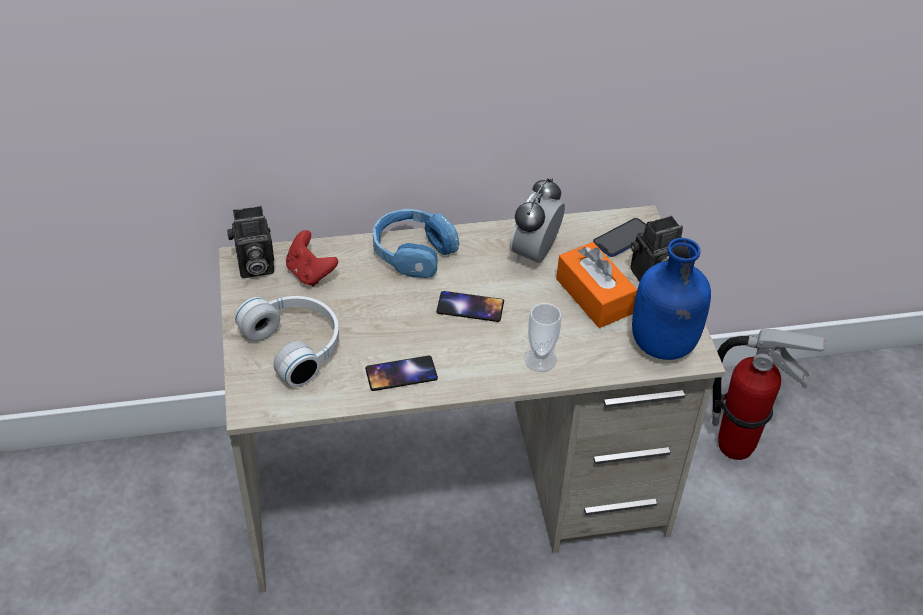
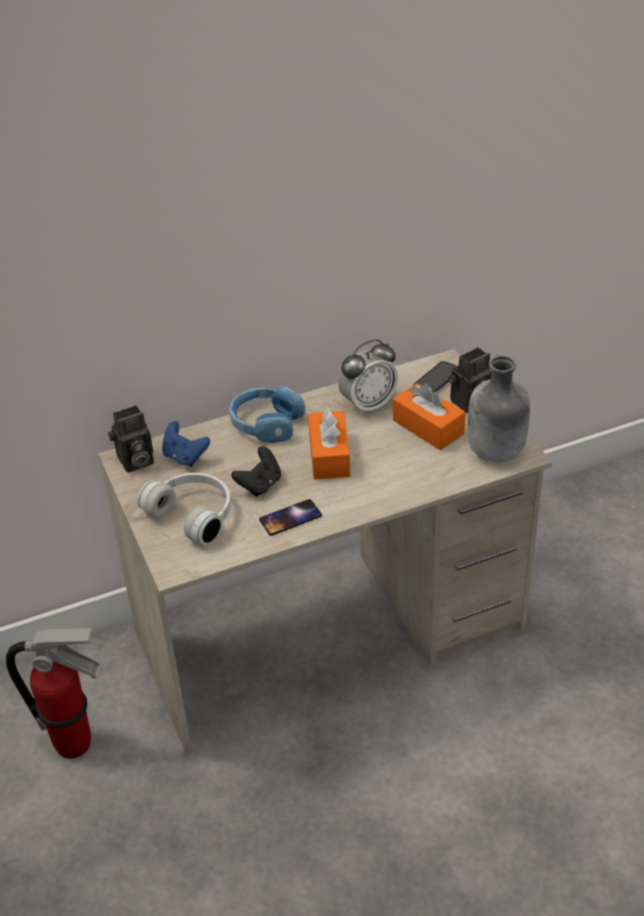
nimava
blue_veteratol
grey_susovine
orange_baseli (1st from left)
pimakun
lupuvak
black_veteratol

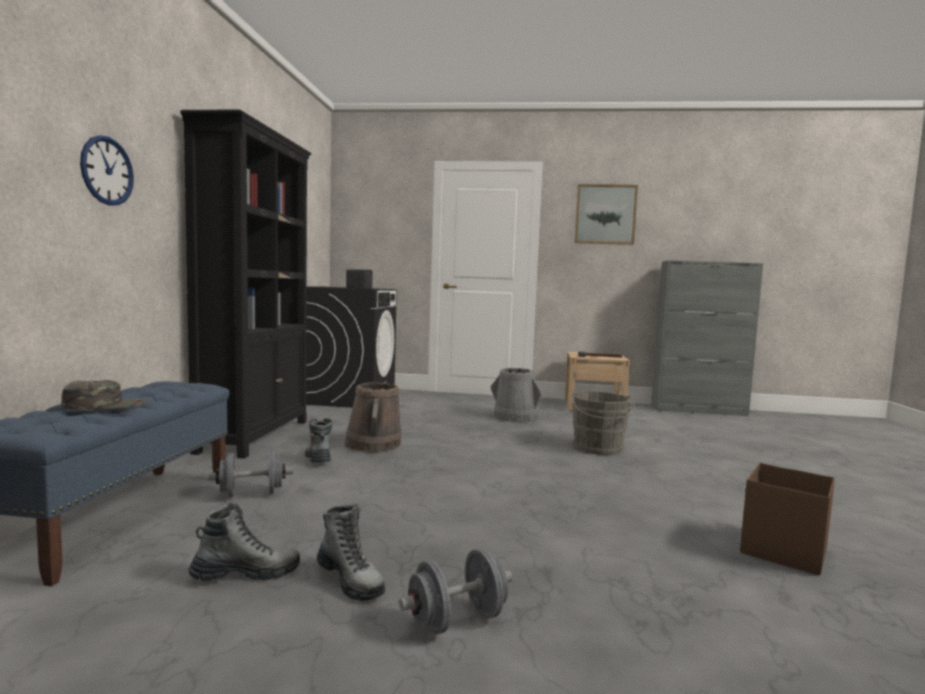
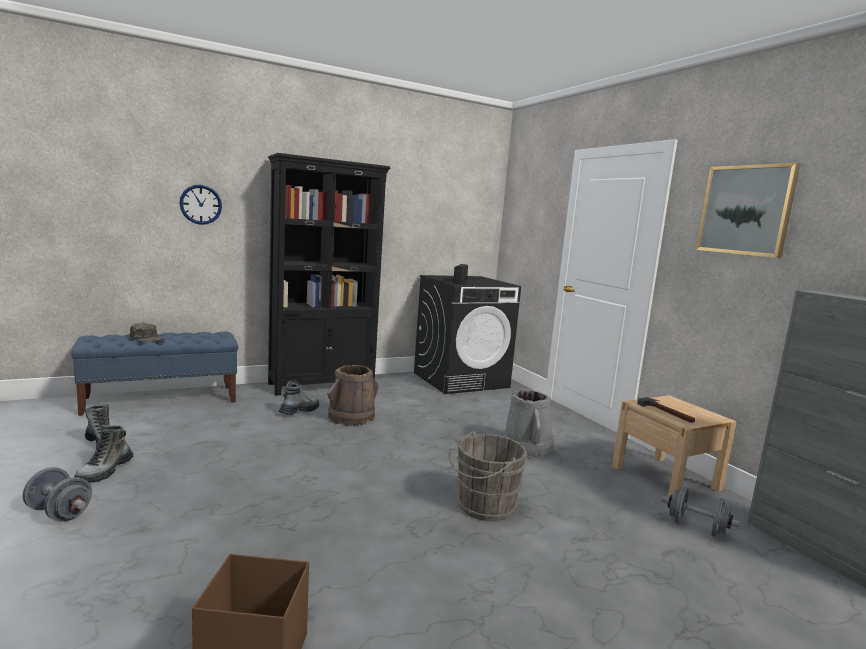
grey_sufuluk (2nd from left)

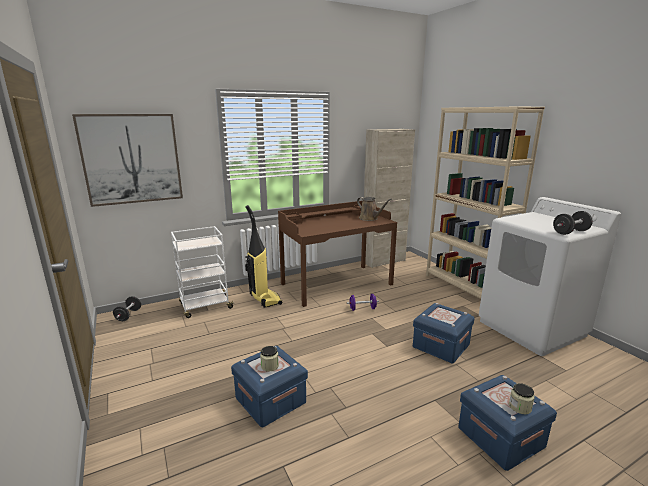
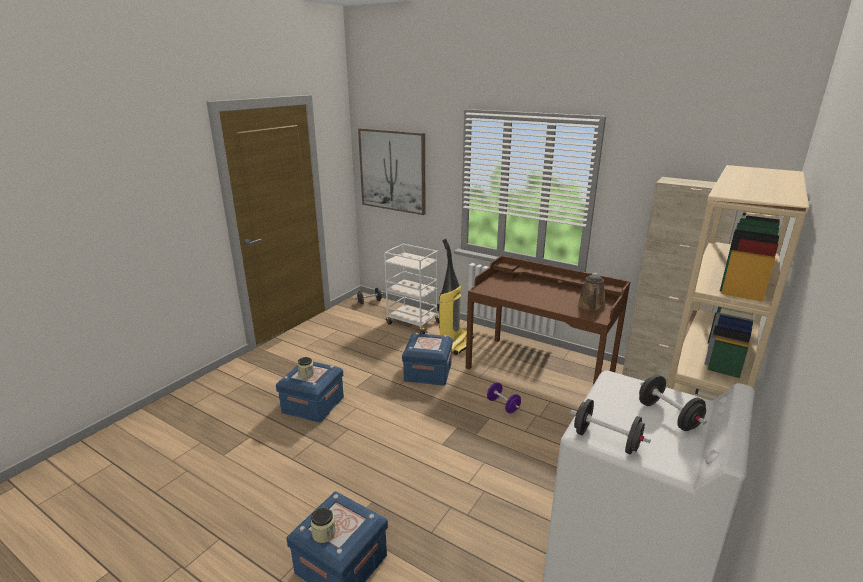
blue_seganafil (3rd from left)
black_sufuluk (3rd from left)

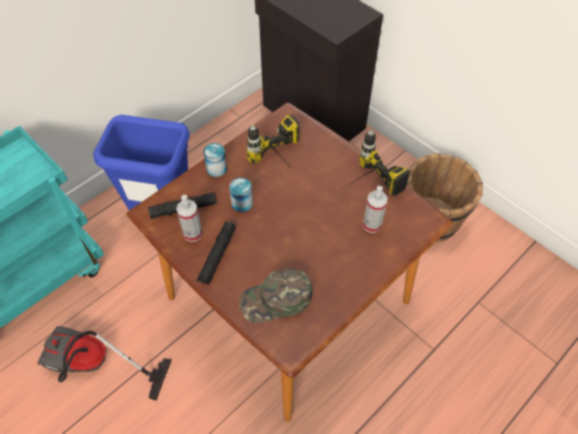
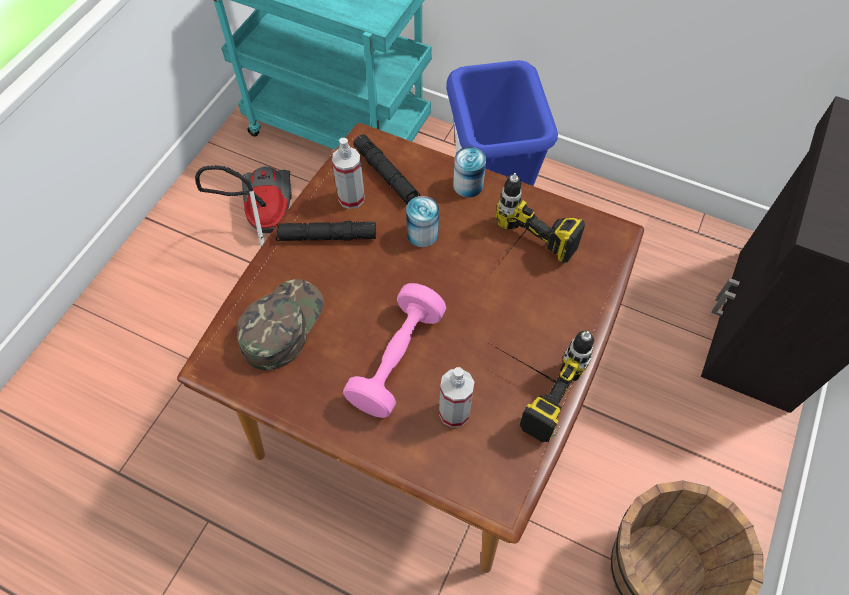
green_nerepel
pink_sufuluk

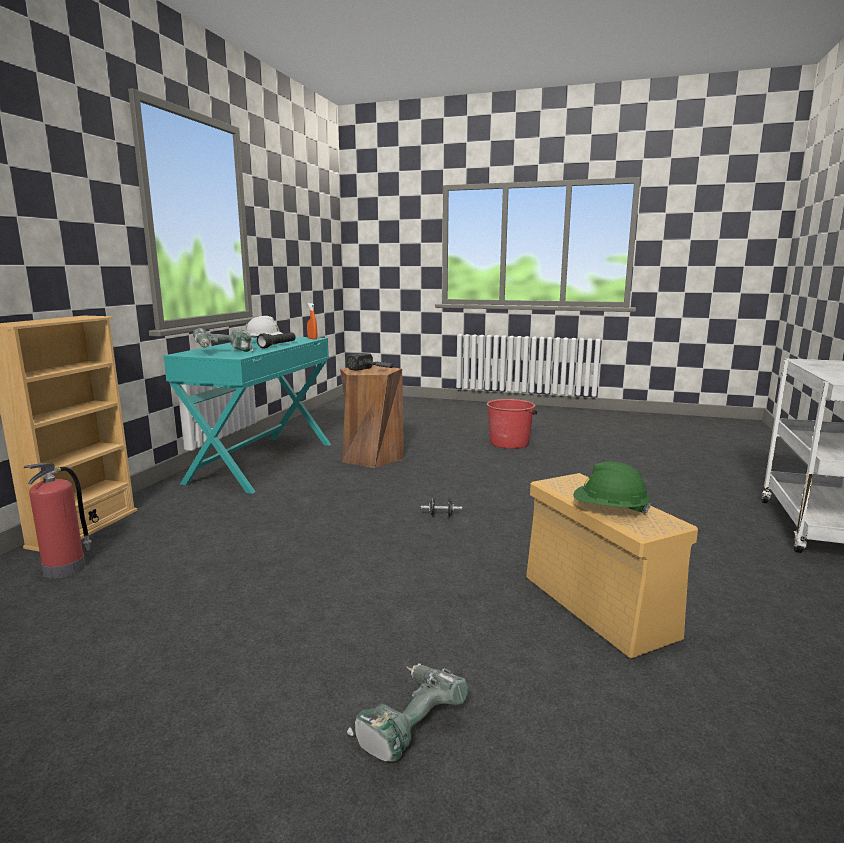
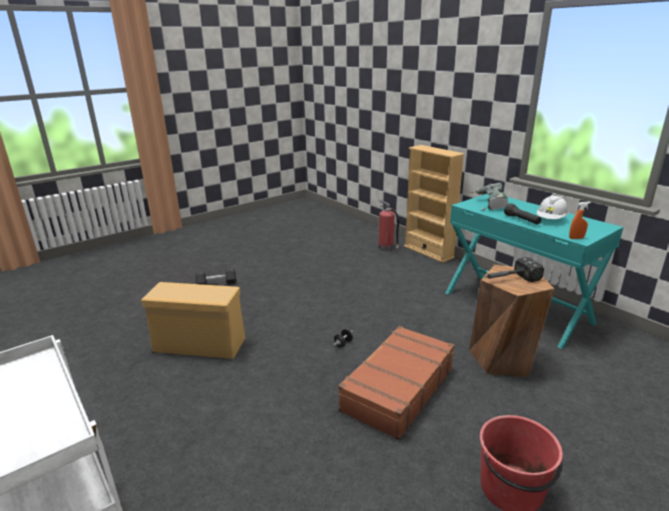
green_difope
black_sufuluk (1st from left)
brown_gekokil

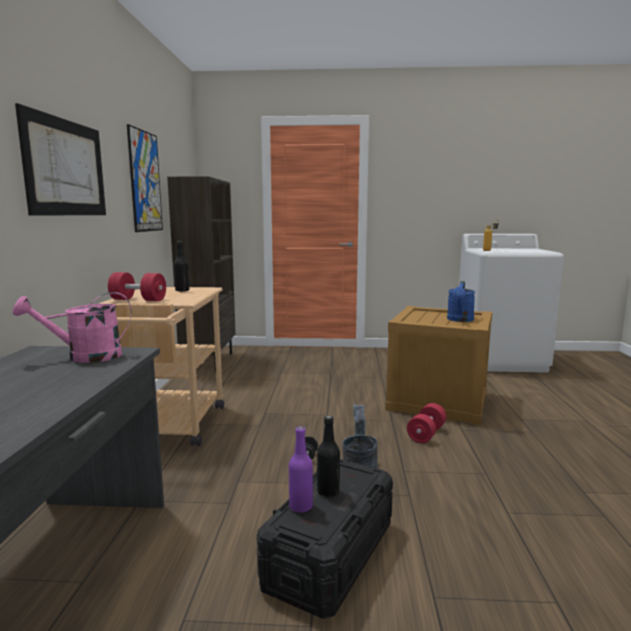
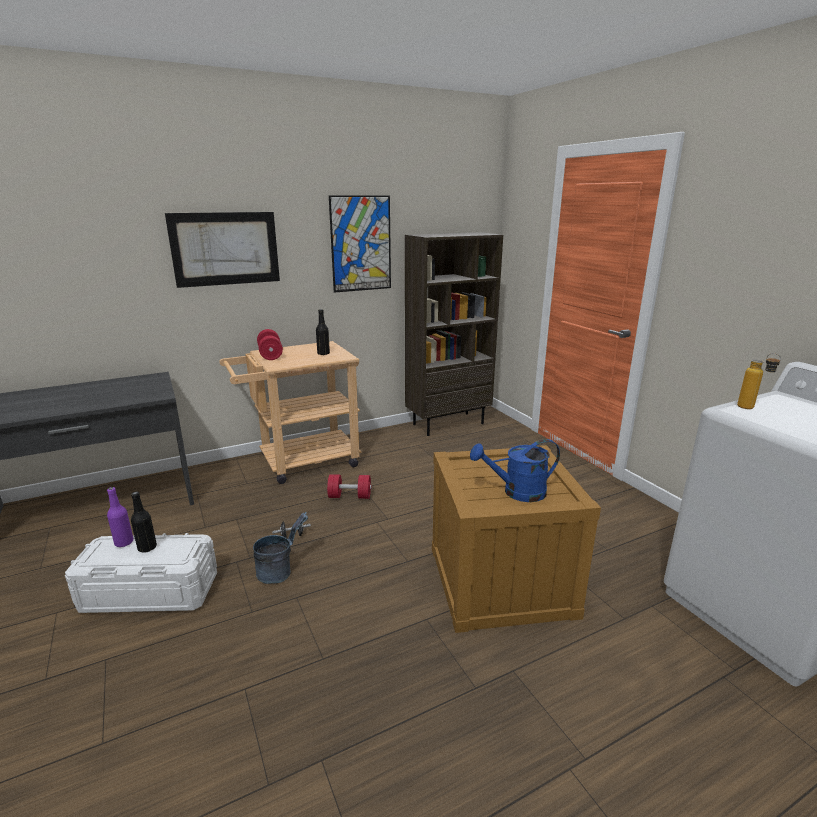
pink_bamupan
red_sufuluk (2nd from left)
white_seganafil

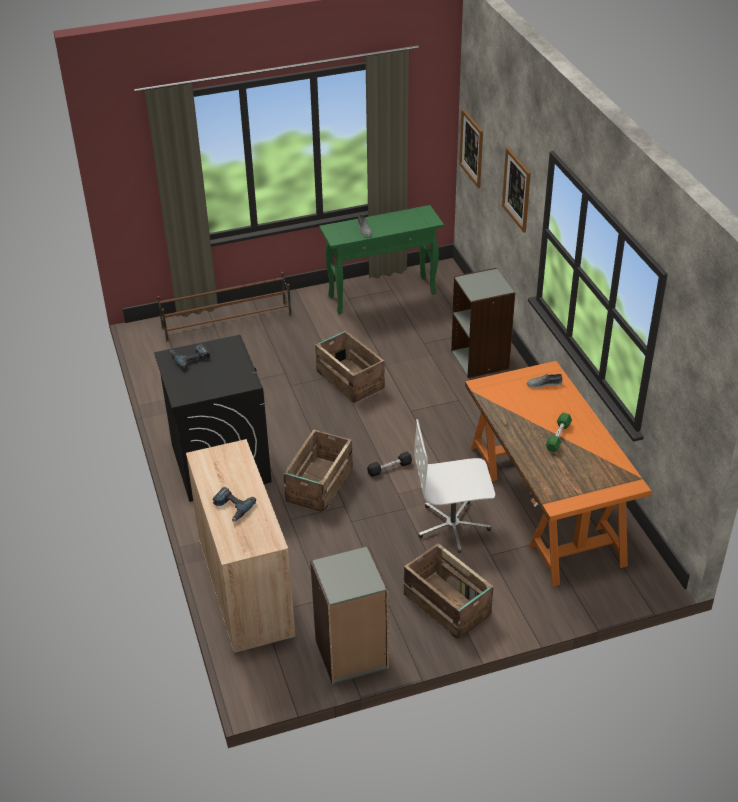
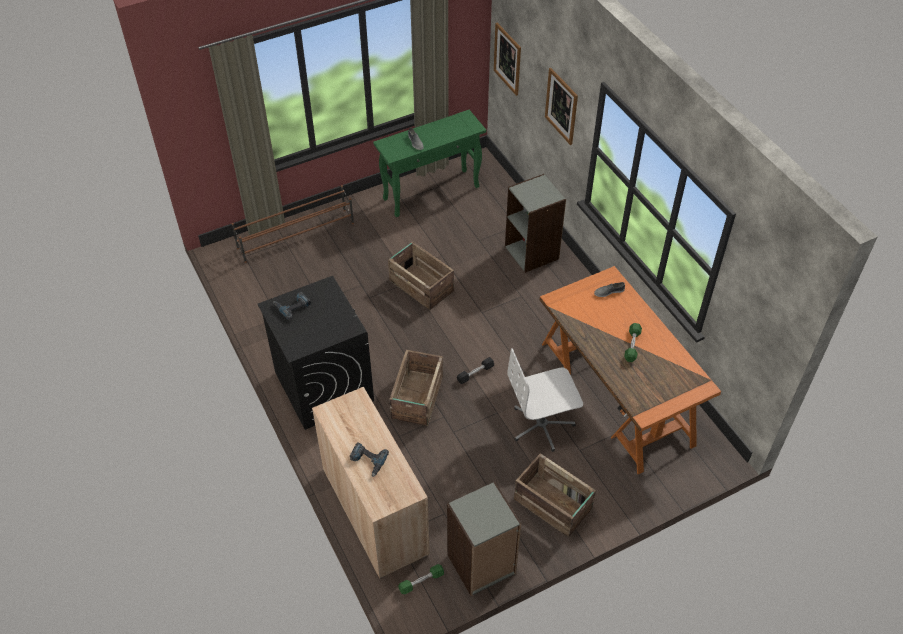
green_sufuluk (1st from left)

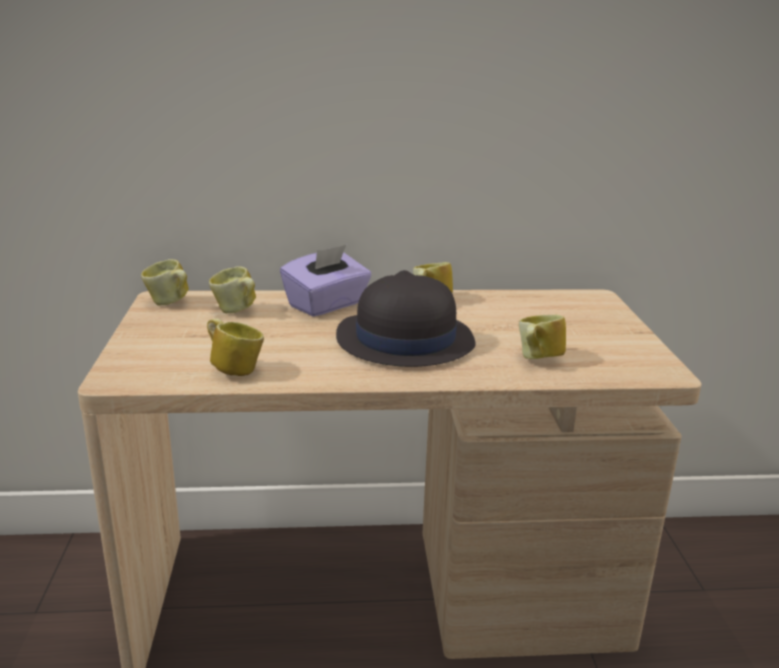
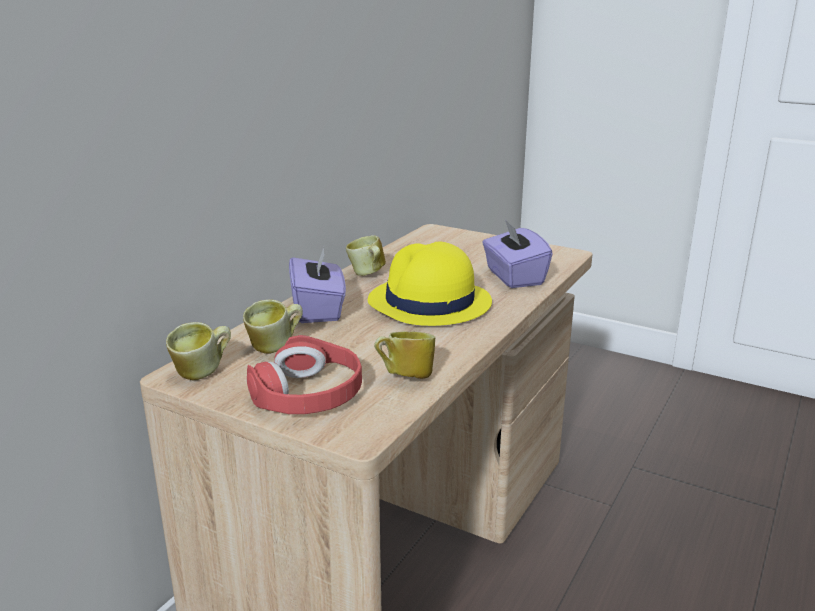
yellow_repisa
purple_baseli (2nd from left)
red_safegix

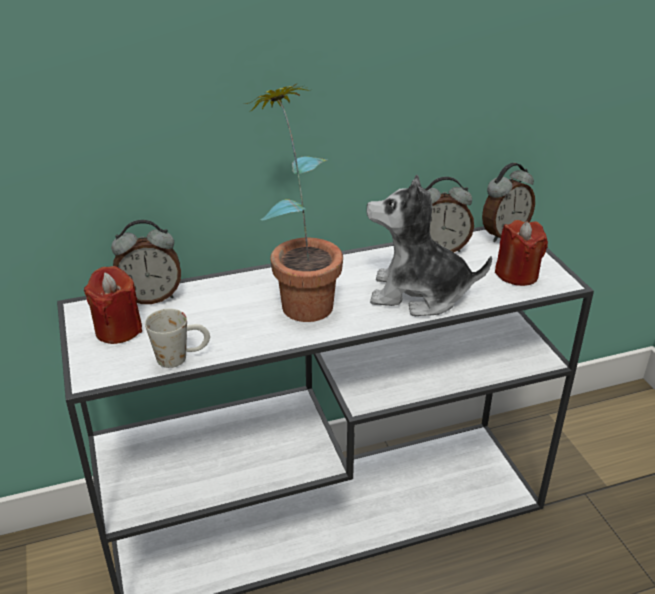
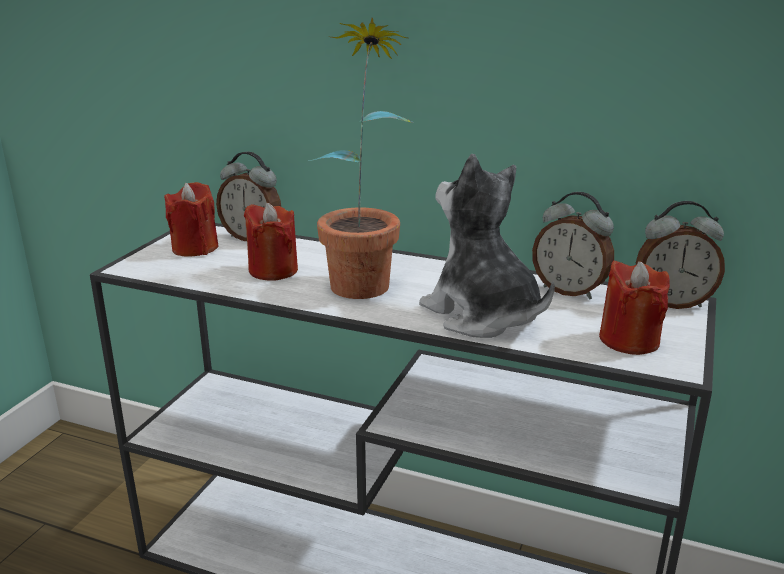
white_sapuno
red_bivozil (2nd from left)

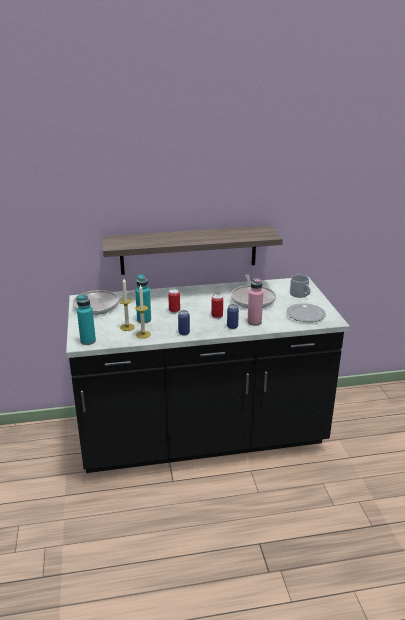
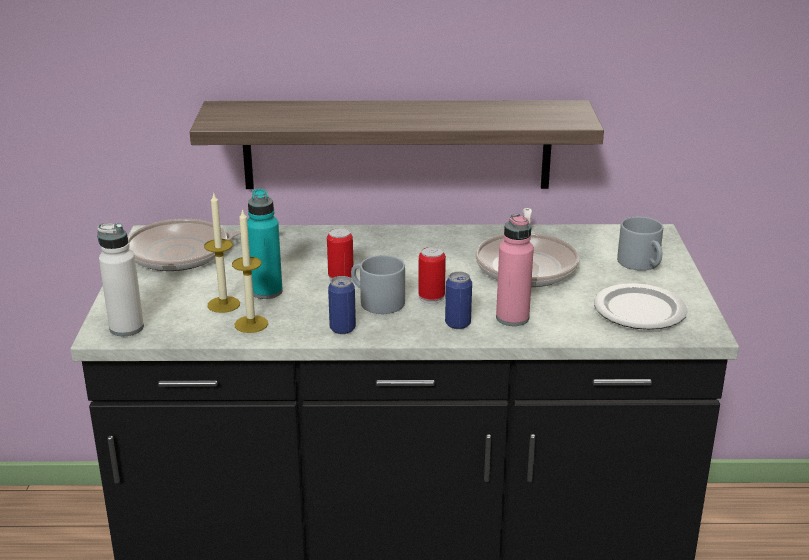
white_susovine
grey_sapuno (1st from left)

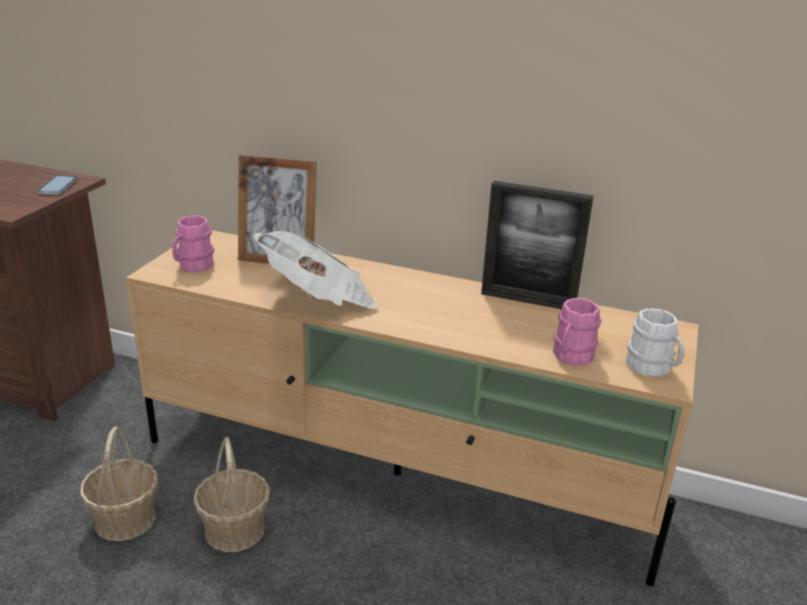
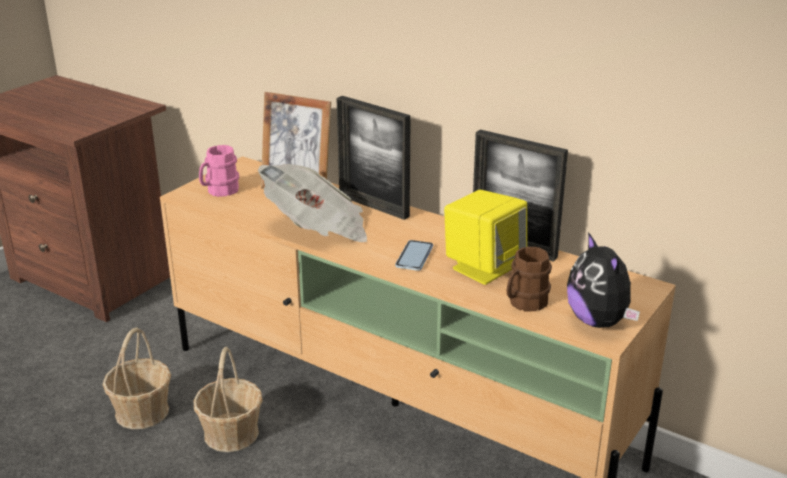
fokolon
brown_sapuno
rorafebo
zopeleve (2nd from left)
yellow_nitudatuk

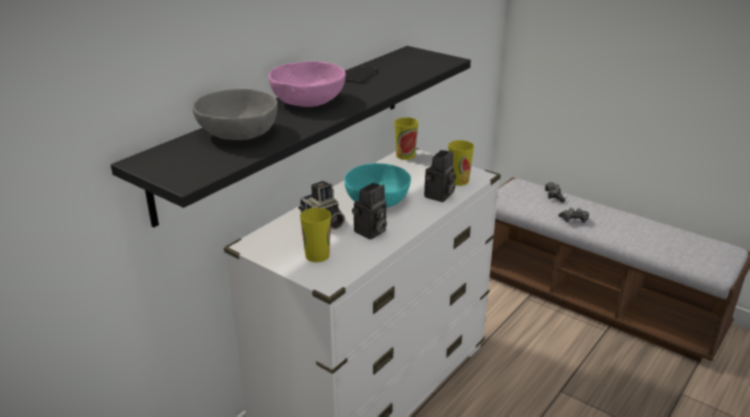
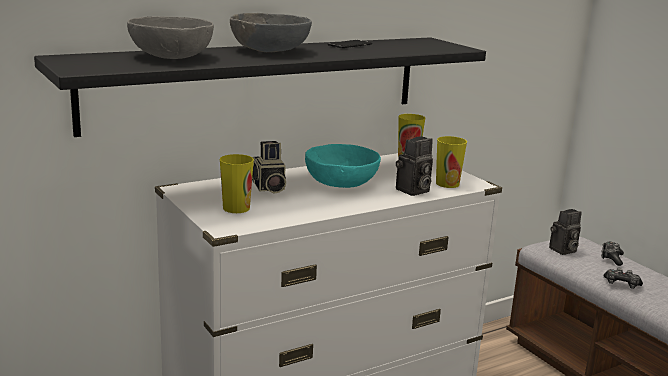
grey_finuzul (2nd from left)
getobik (3rd from left)

